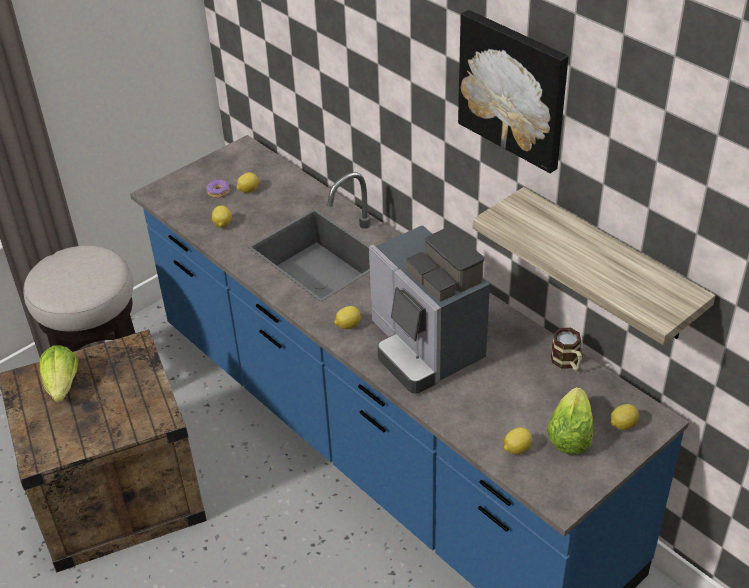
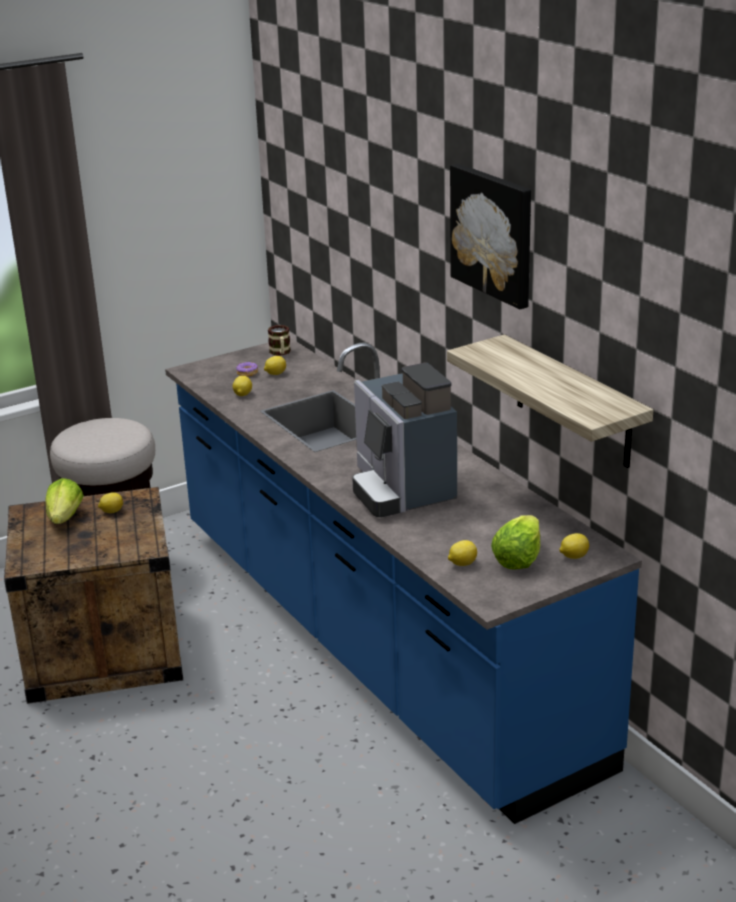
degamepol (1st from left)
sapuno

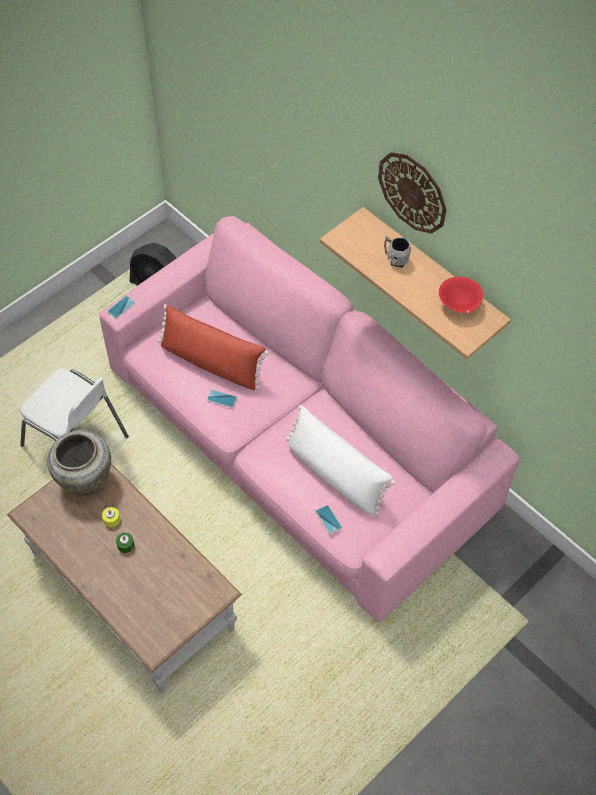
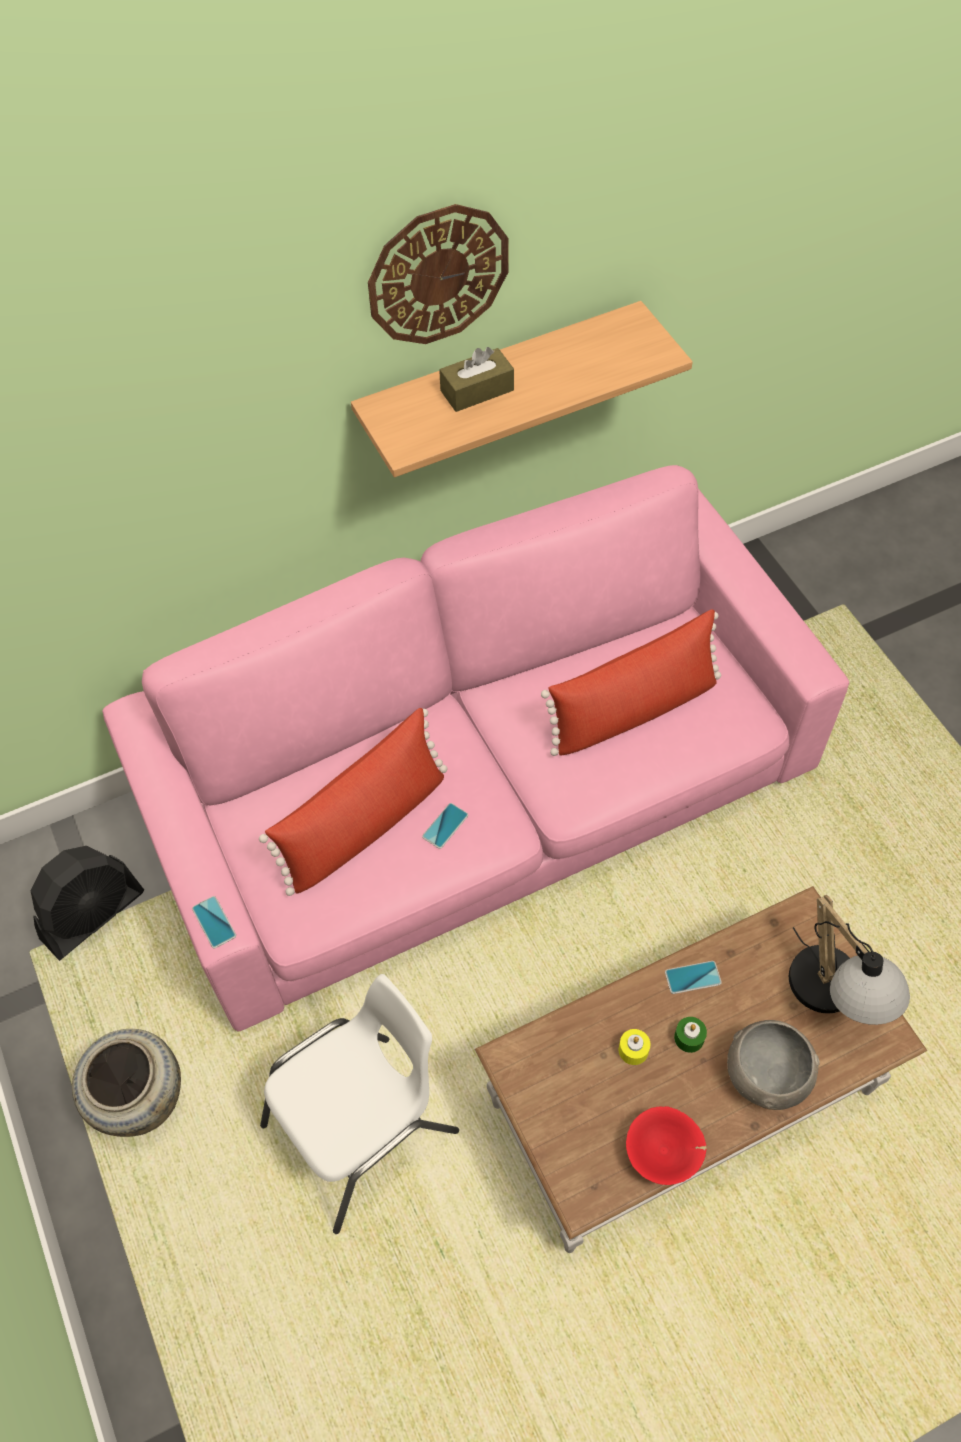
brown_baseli
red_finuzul
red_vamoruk (2nd from left)
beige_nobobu
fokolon (3rd from left)
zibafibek
grey_finuzul

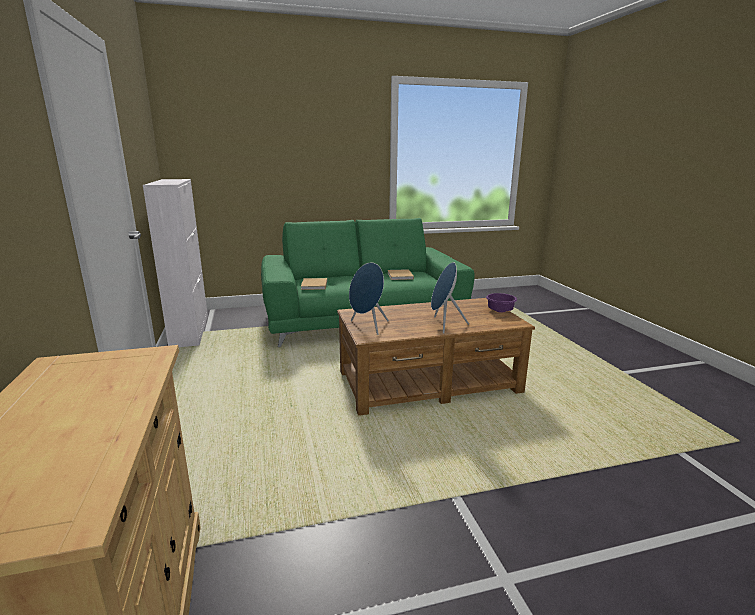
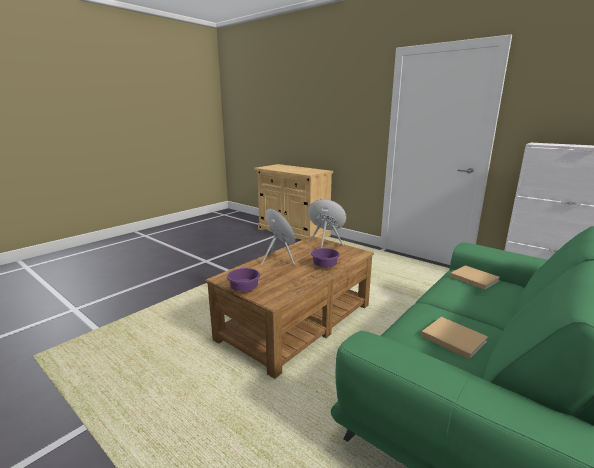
purple_finuzul (2nd from left)

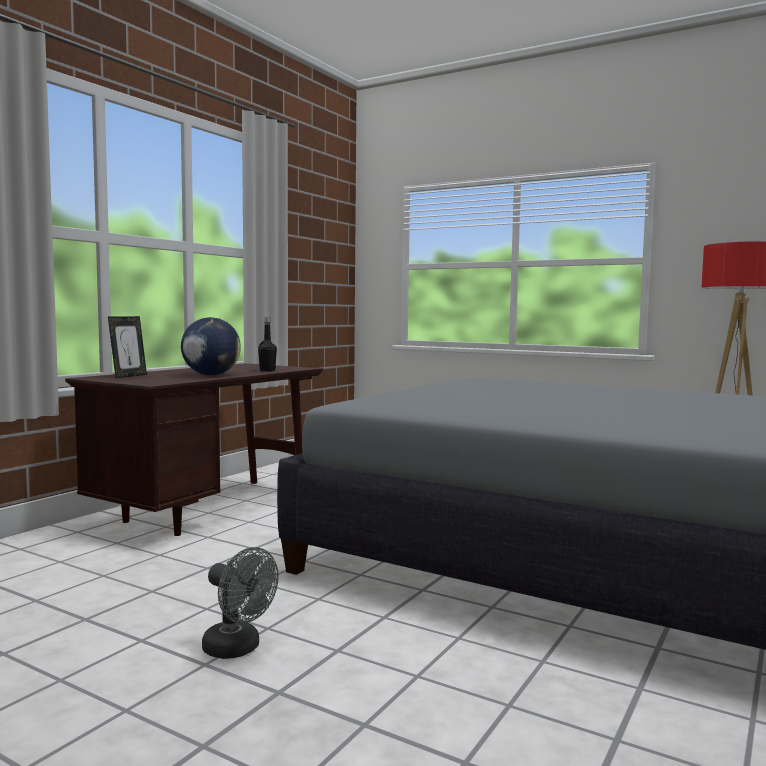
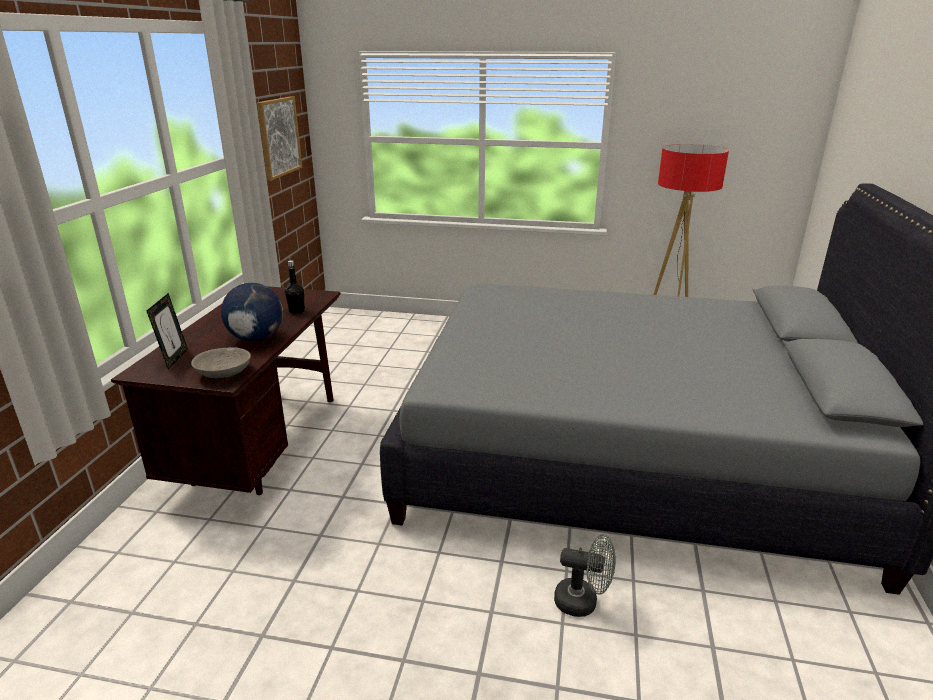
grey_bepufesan
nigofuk
grey_finuzul

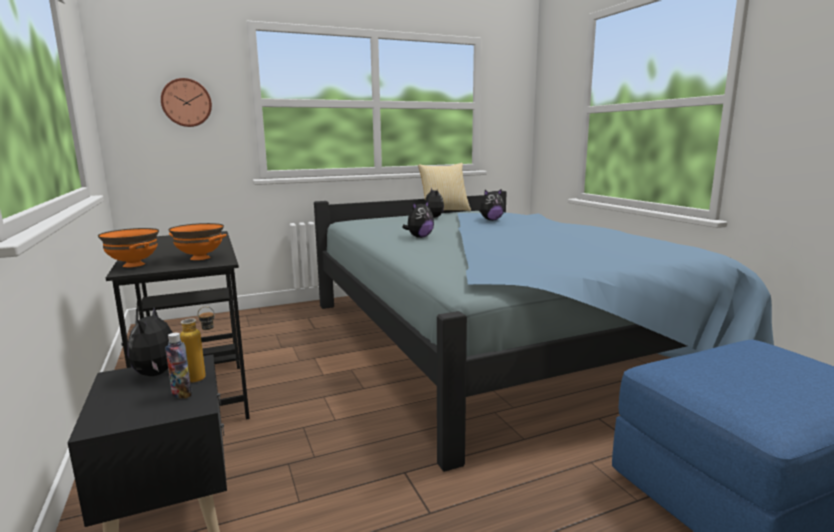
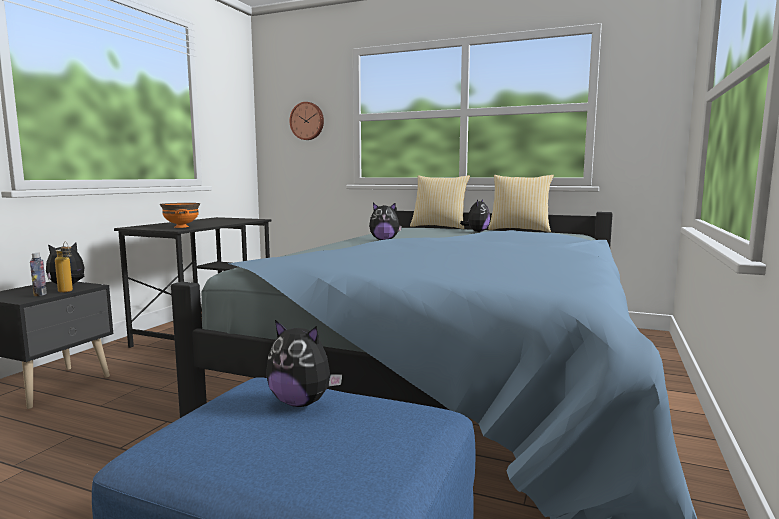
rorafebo (2nd from left)
orange_finuzul (1st from left in the first image)
vamoruk (1st from left)

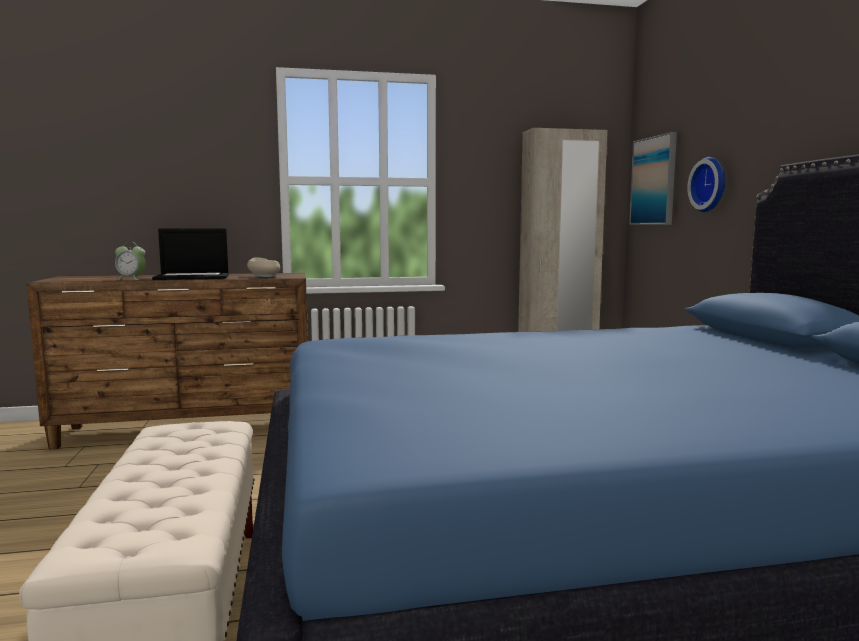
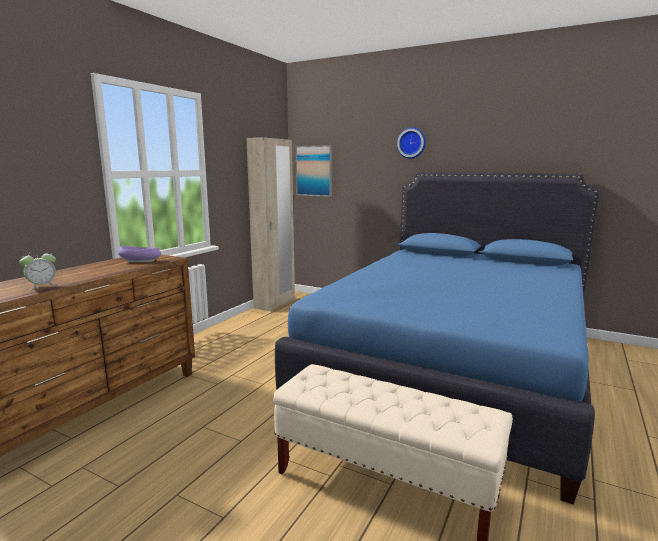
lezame
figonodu
purple_finuzul

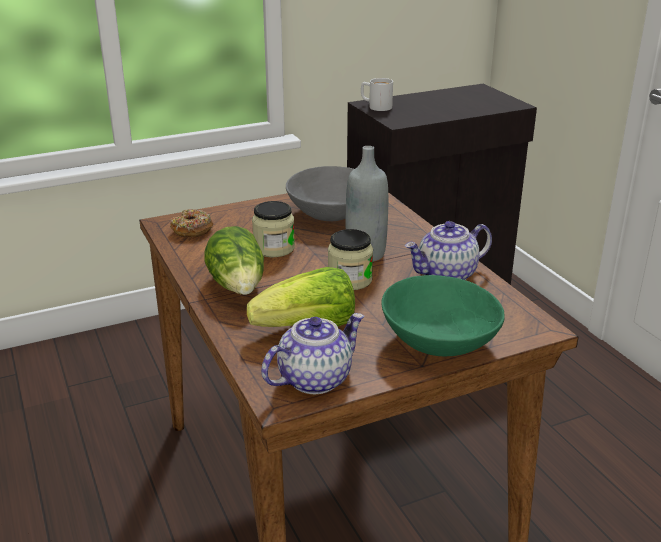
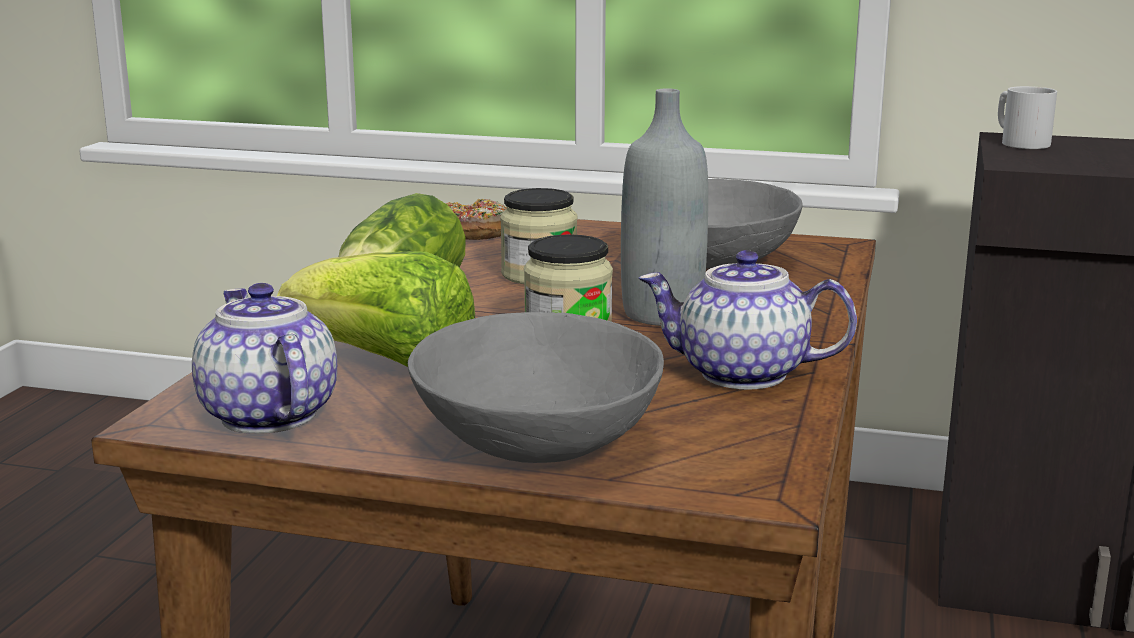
grey_finuzul (1st from left)
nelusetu (1st from left)

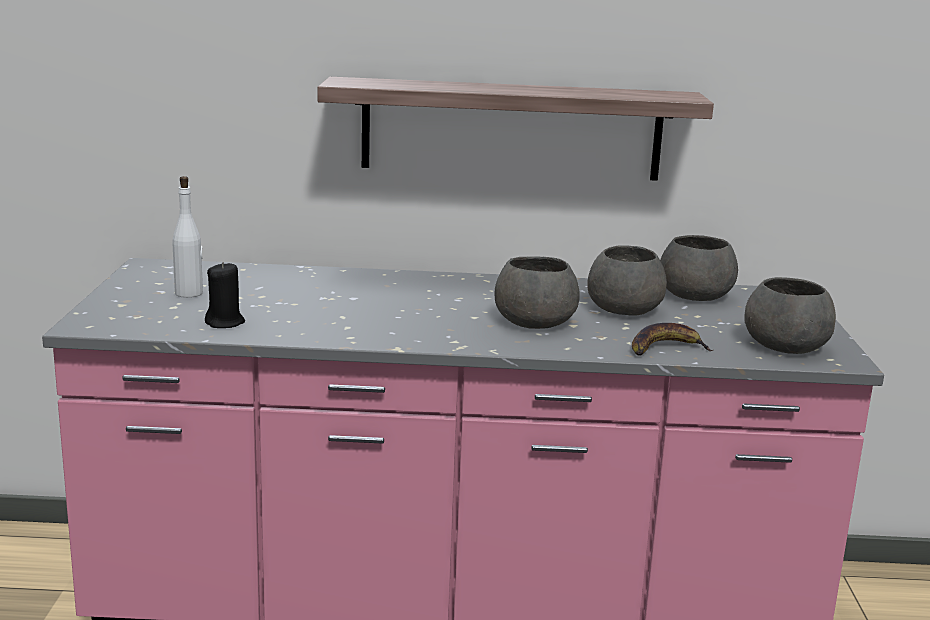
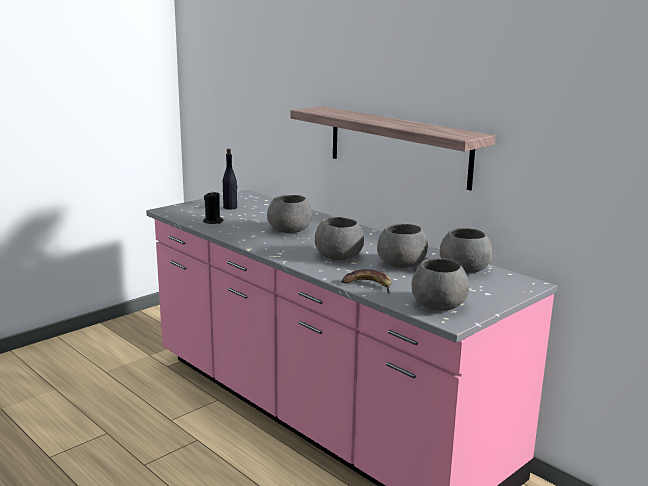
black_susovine
grey_finuzul (1st from left)

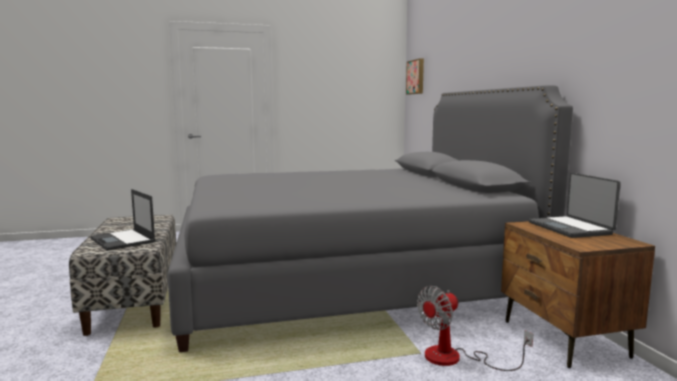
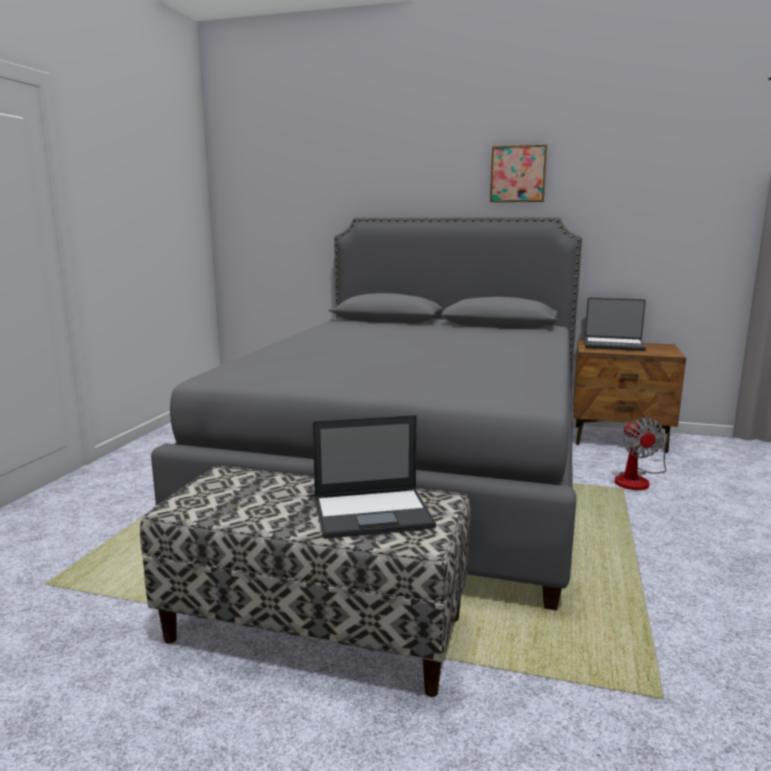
nigofuk

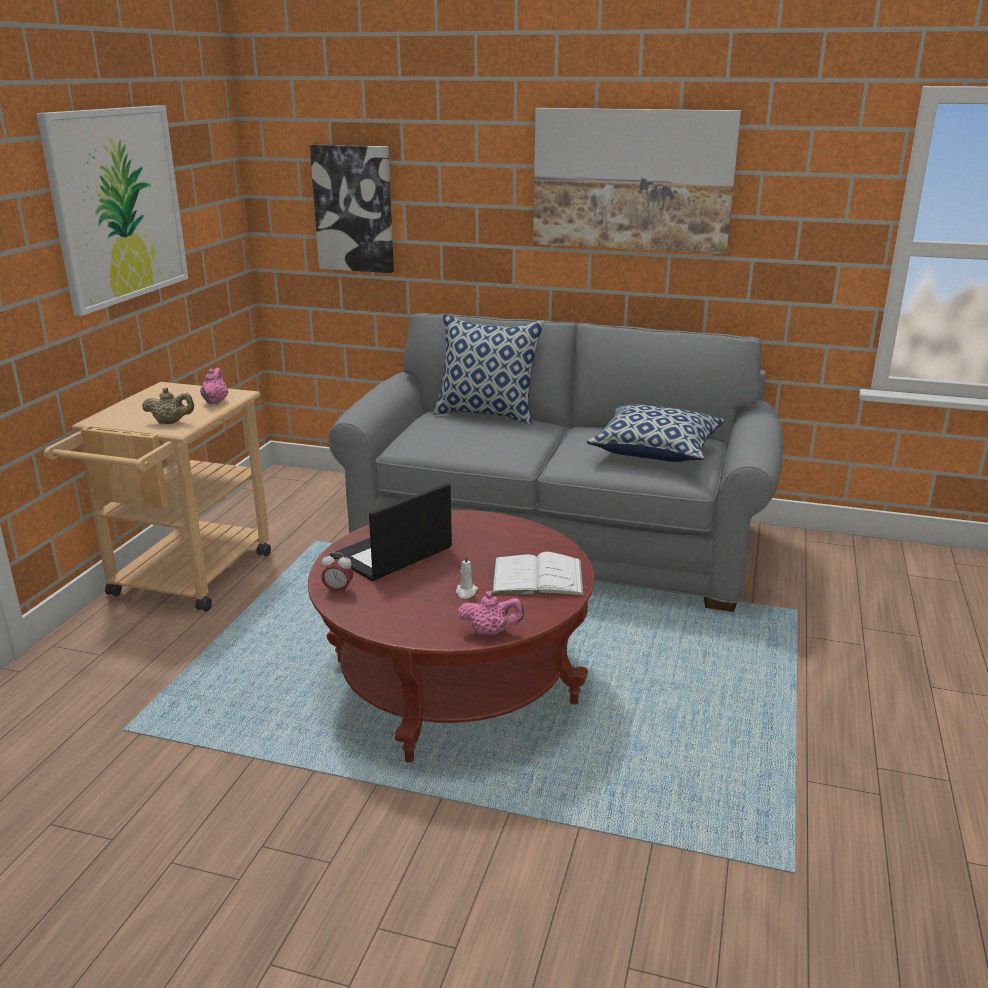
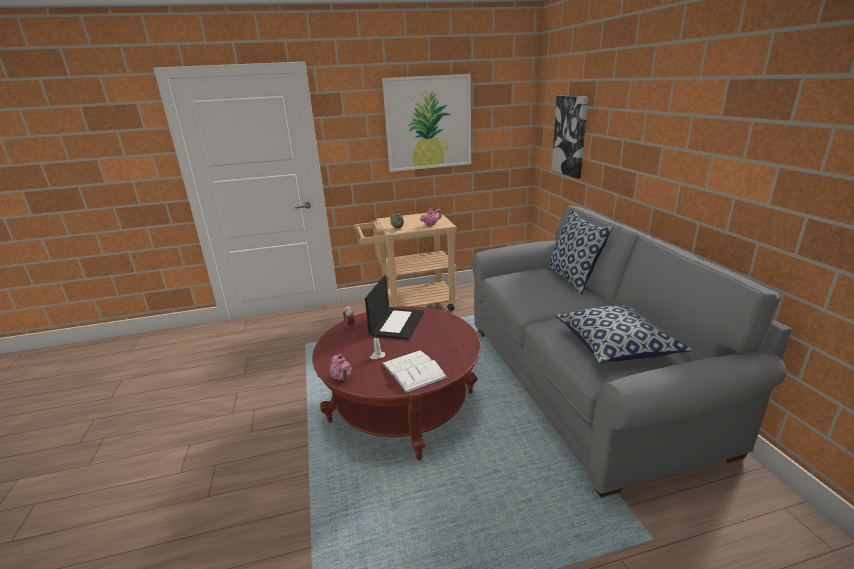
nigofuk (3rd from left in the first image)
figonodu

